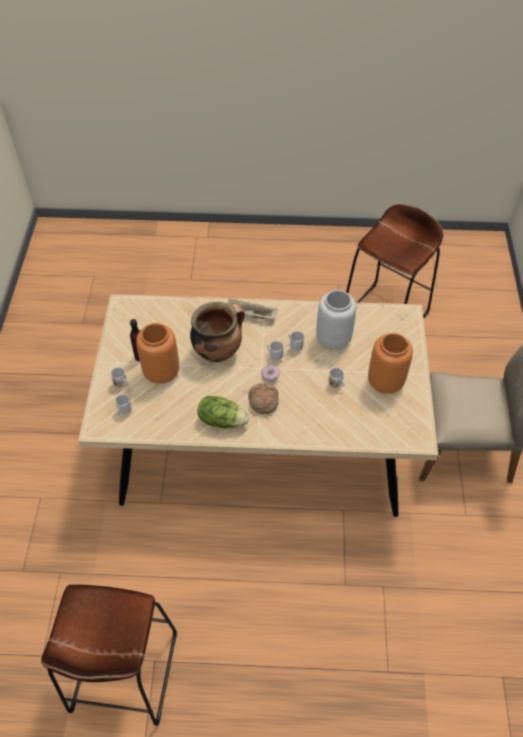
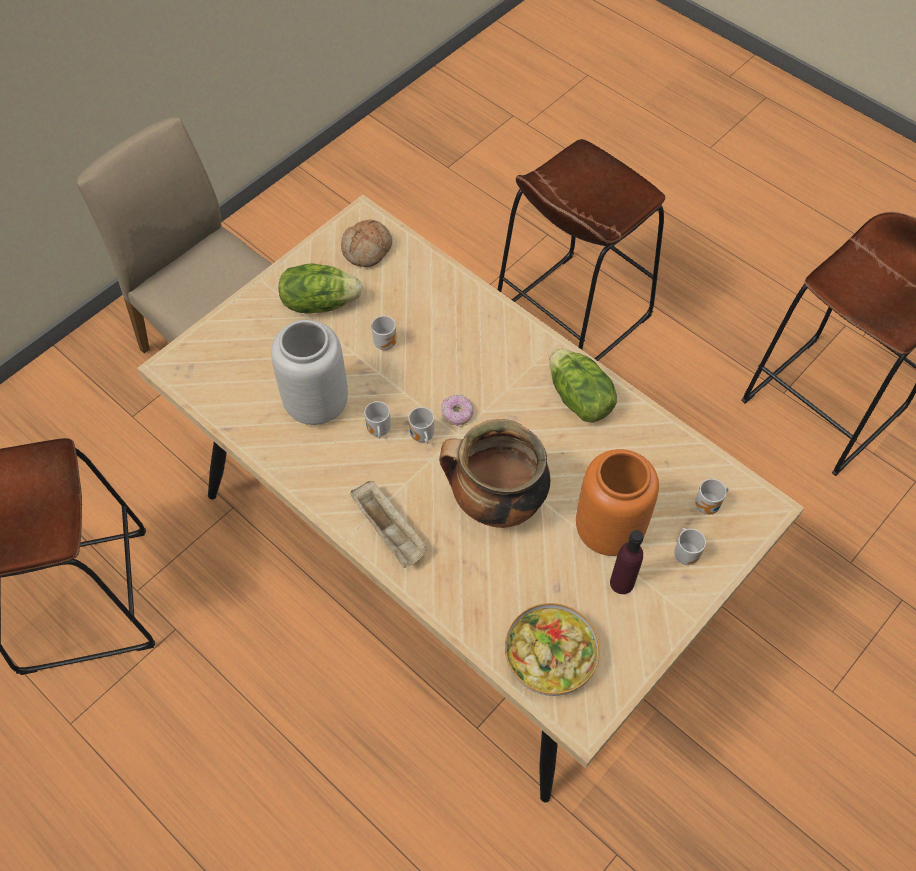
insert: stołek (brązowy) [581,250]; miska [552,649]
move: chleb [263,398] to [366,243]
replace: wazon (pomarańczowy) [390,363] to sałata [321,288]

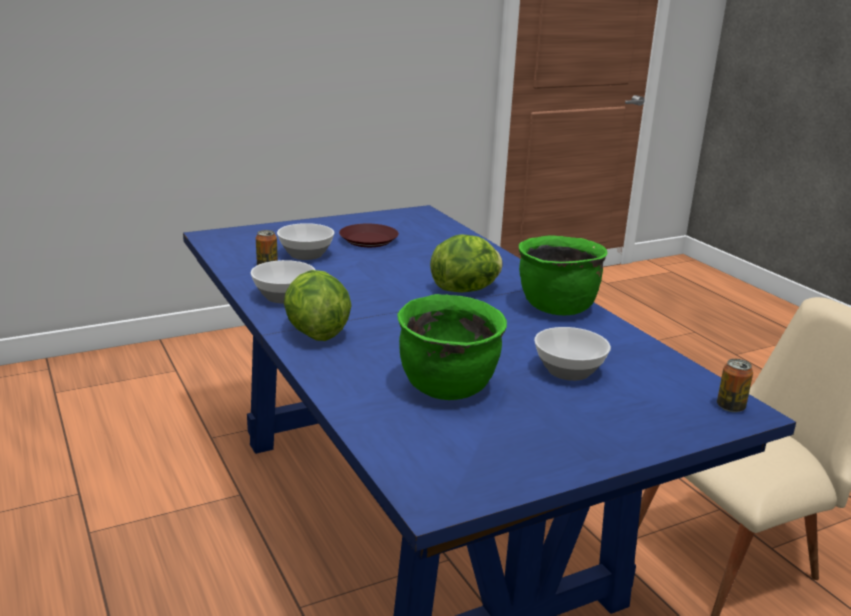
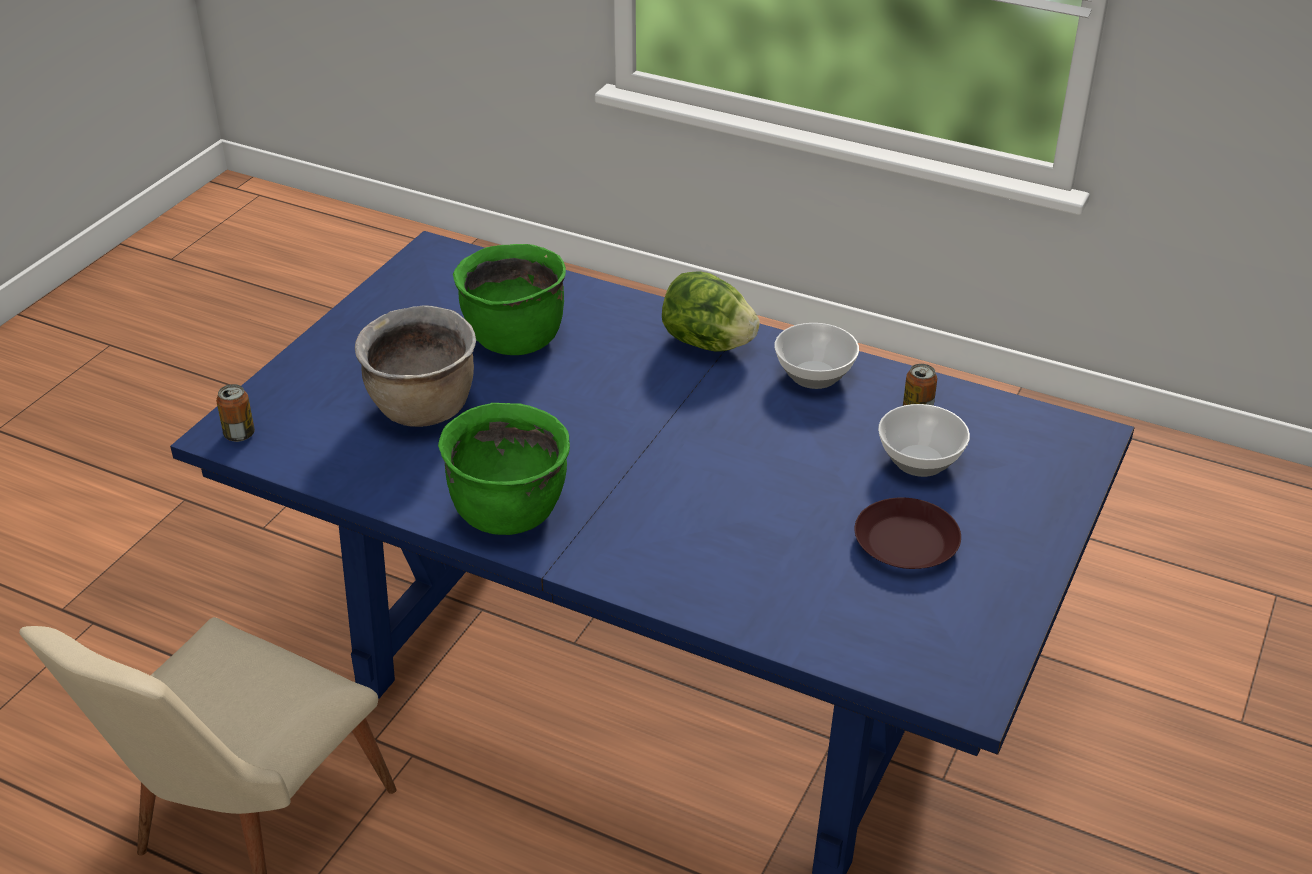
delete: sałata [466,263]
replace: miska [572,354] to garnek (brązowy) [415,366]

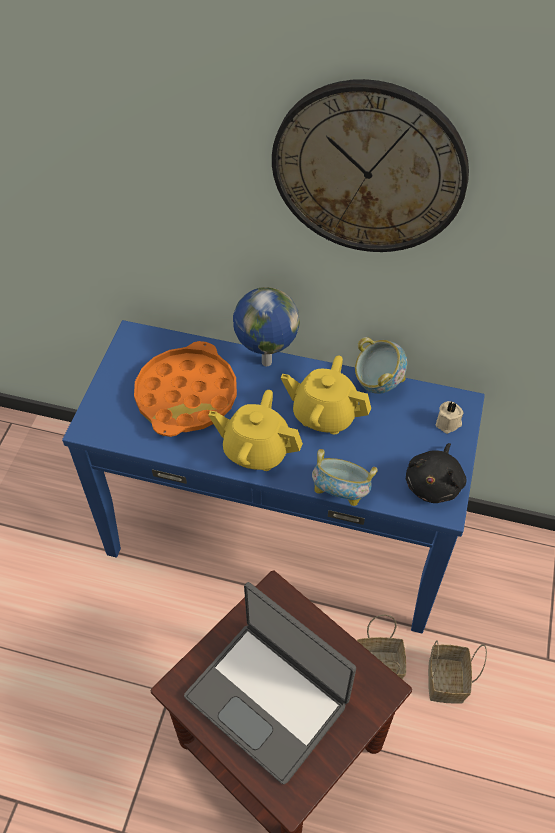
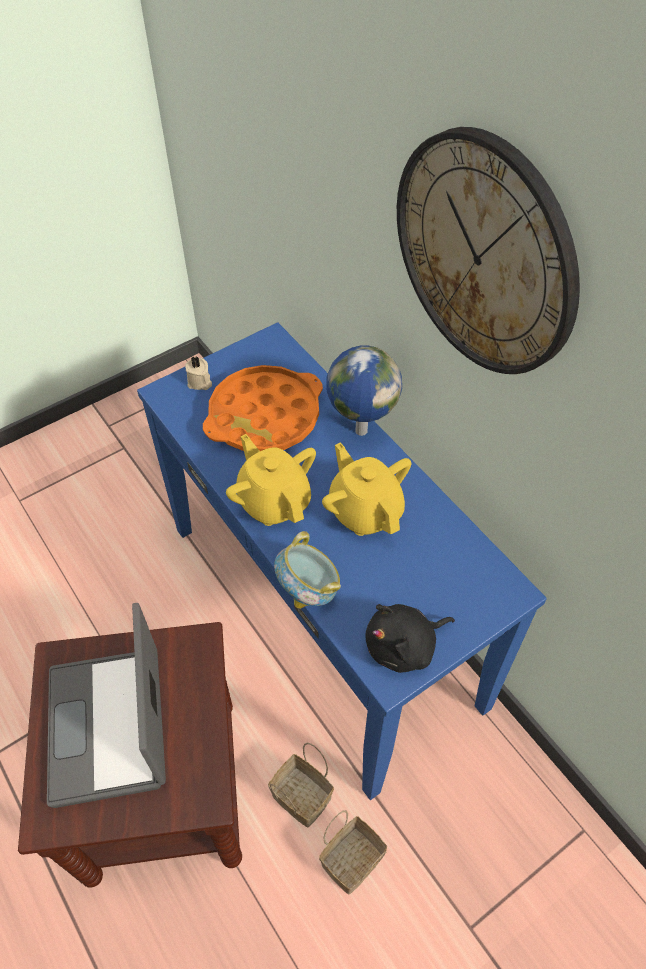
delete: miska [381,365]
move: świeca (beżowy) [449,417] to [198,373]

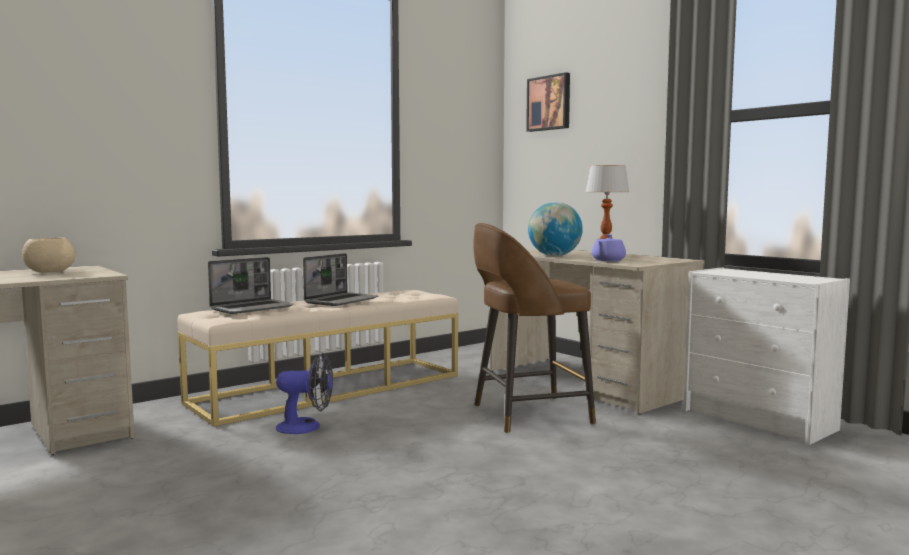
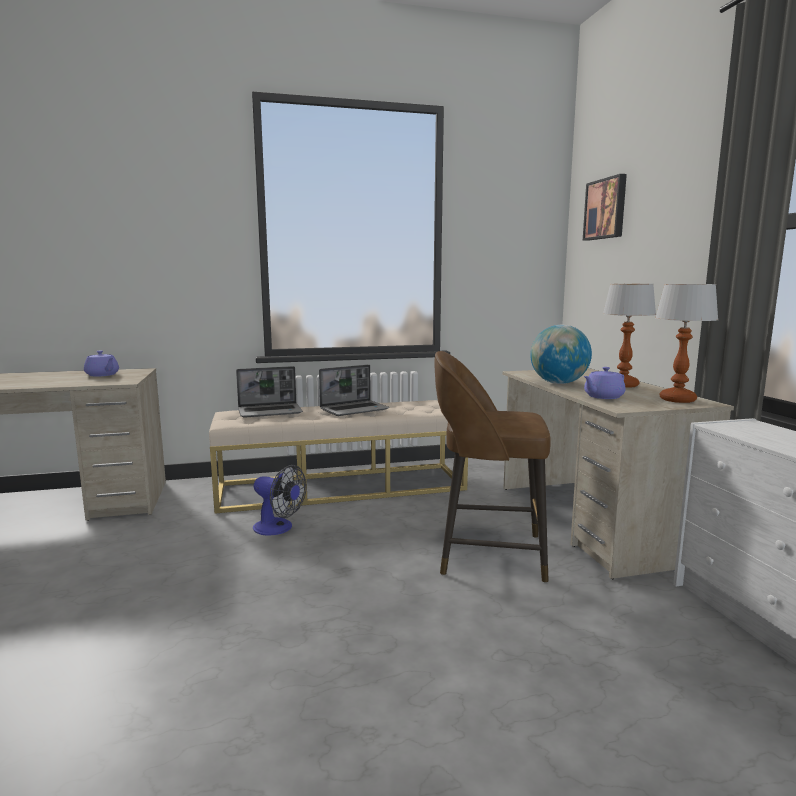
insert: lampa stołowa [687,343]
replace: miska (beżowy) [48,255] to imbryk (fioletowy) [101,364]

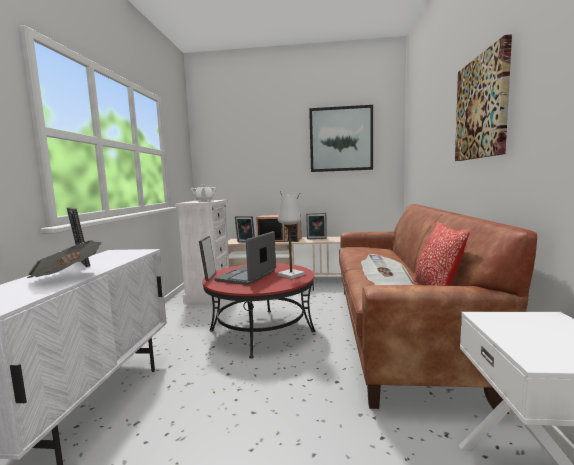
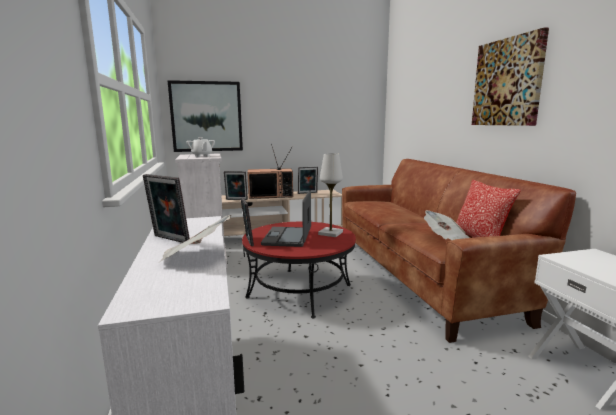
move: obraz [341,138] to [205,116]

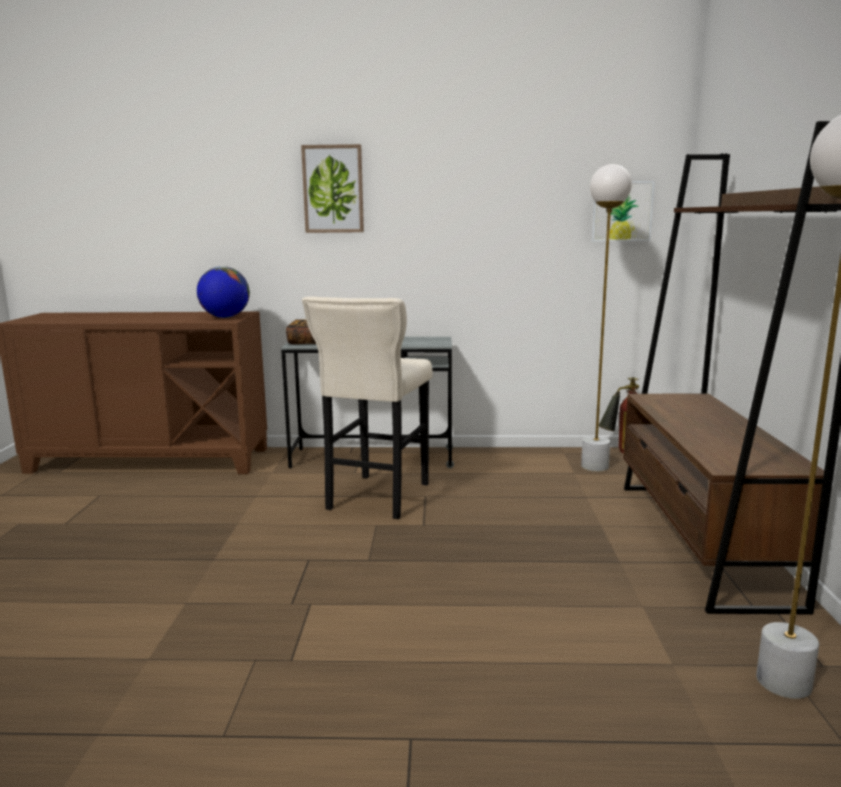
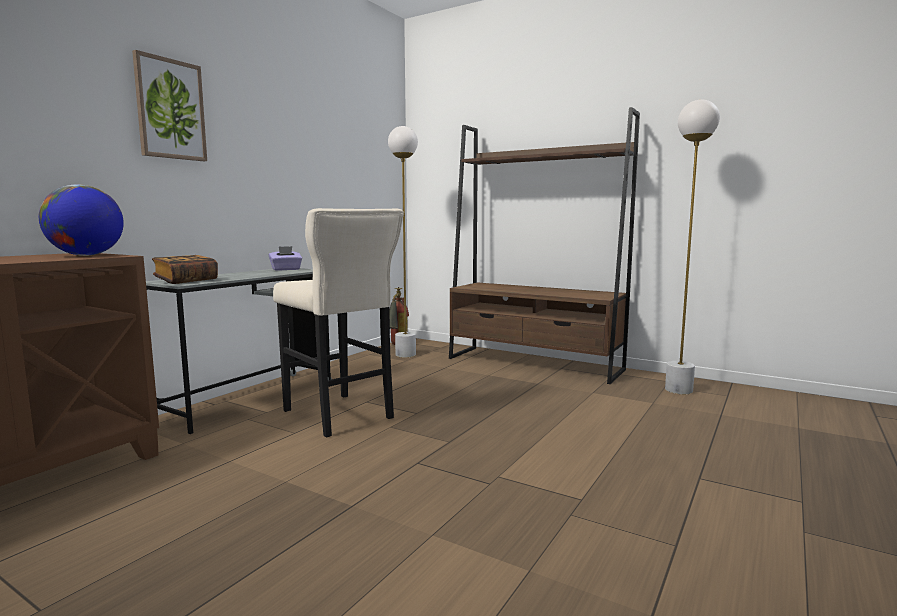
delete: obraz [623,211]
insert: pudełko chusteczek (fioletowy) [285,258]

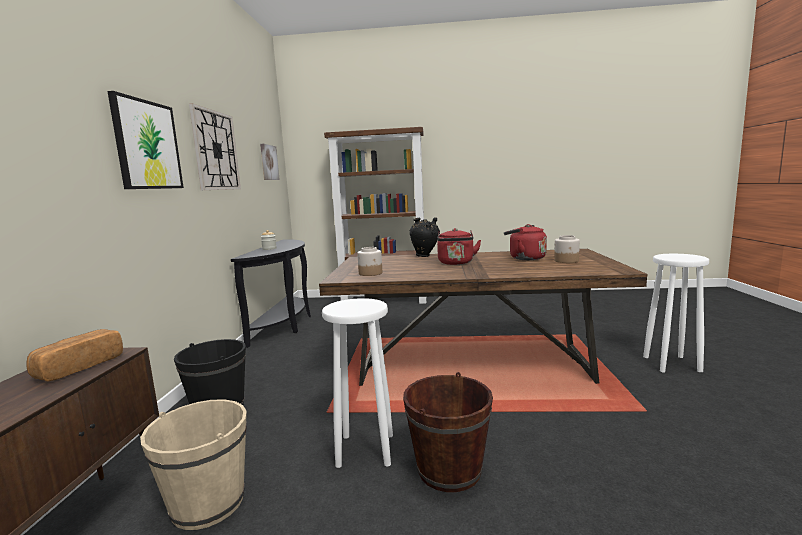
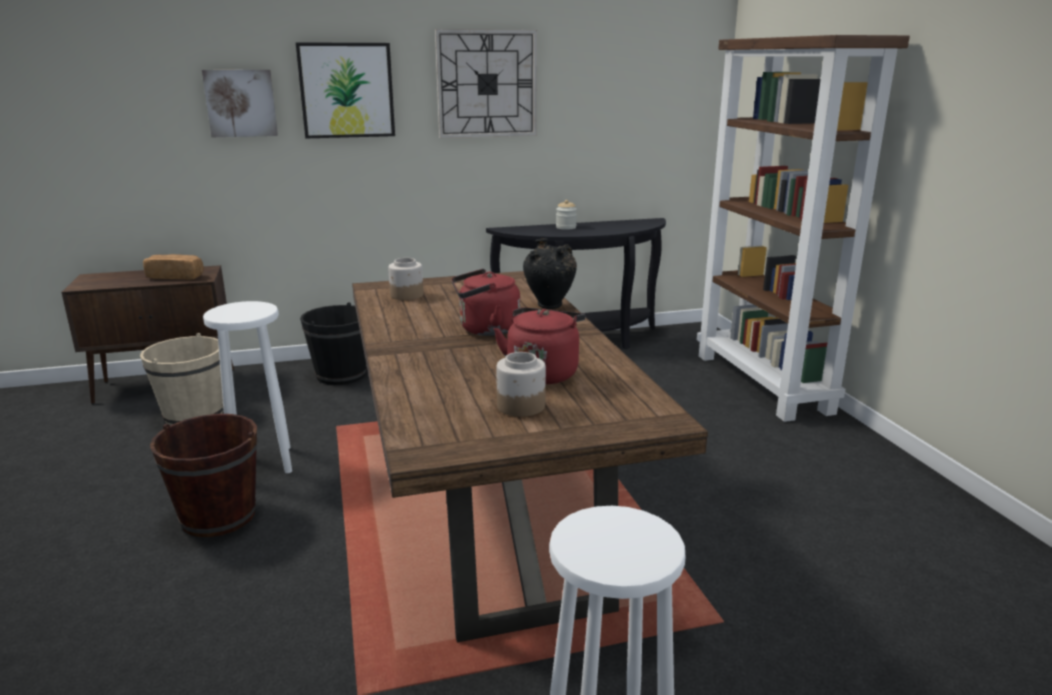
move: obraz [270,162] to [240,103]

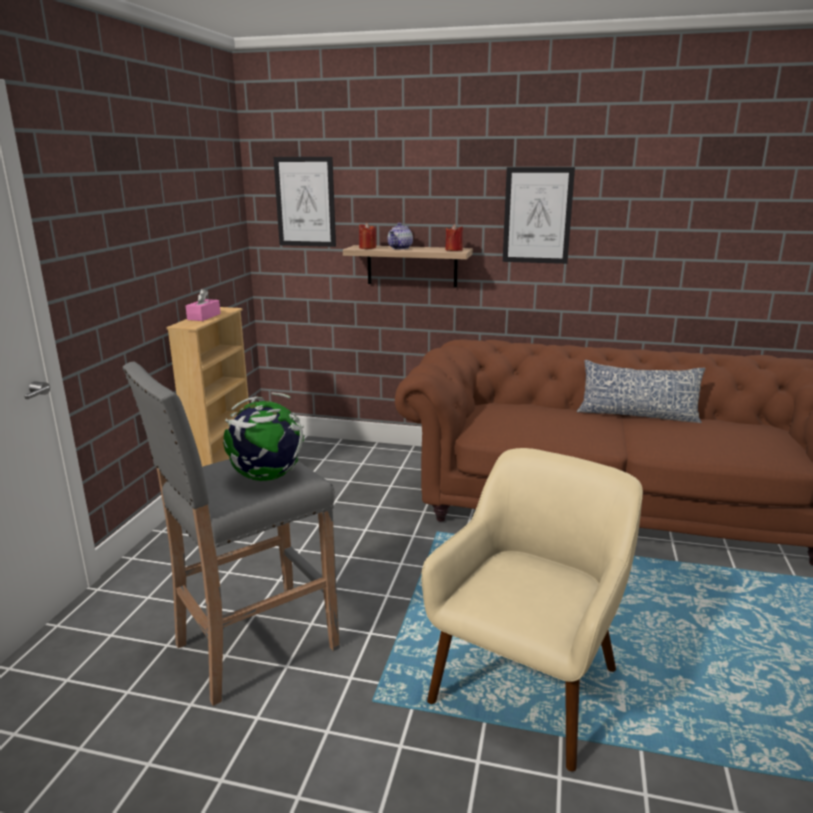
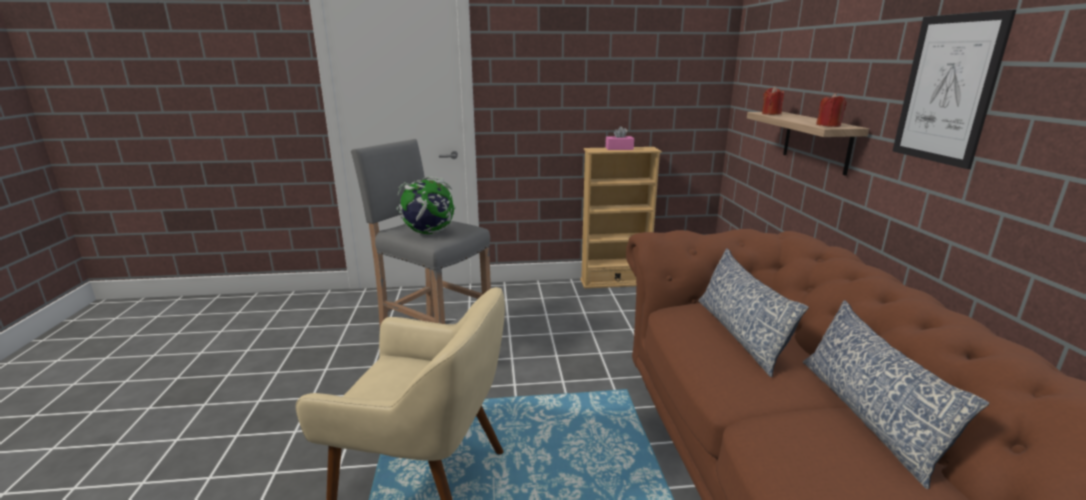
delete: obraz [304,202]; imbryk [400,236]
insert: poduszka [753,312]

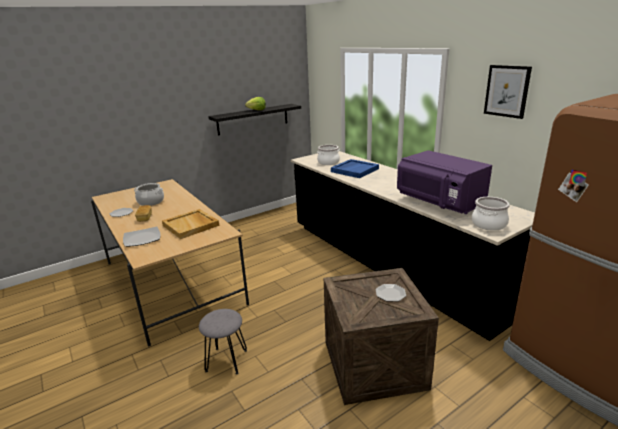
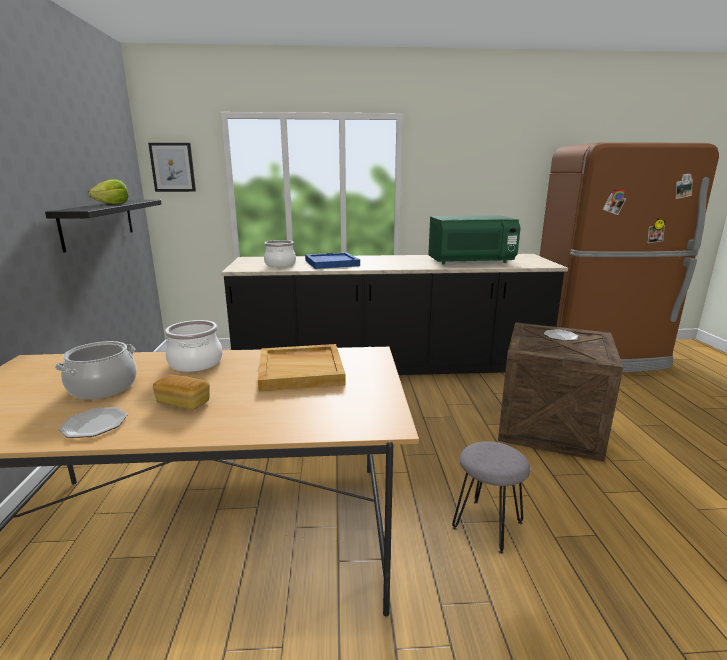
delete: talerz [142,237]
move: obraz [508,92] to [172,167]; garnek [491,214] to [194,346]
recolor: mikrofalówka (fioletowy) [444,182] to mikrofalówka (zielony) [474,239]

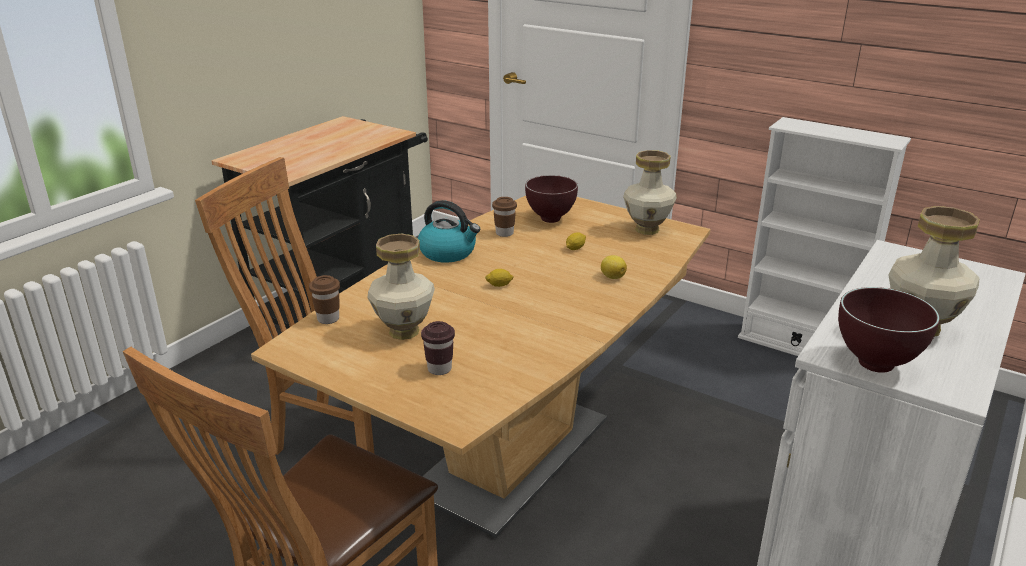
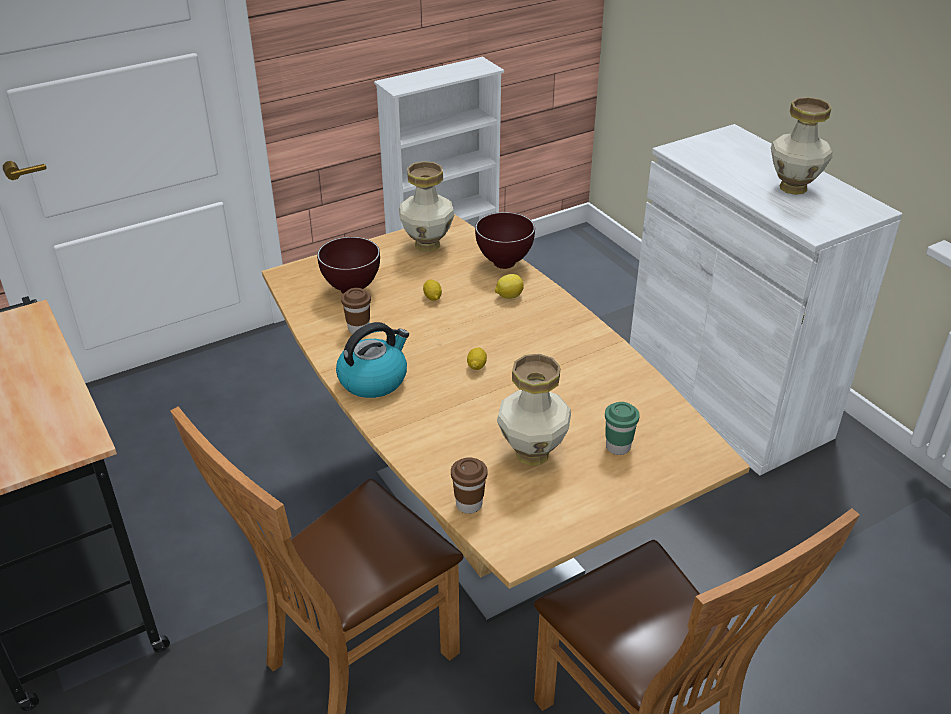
move: miska (brązowy) [889,330] to [505,240]
recolor: filiżanka (brązowy) [438,348] to filiżanka (zielony) [622,428]

